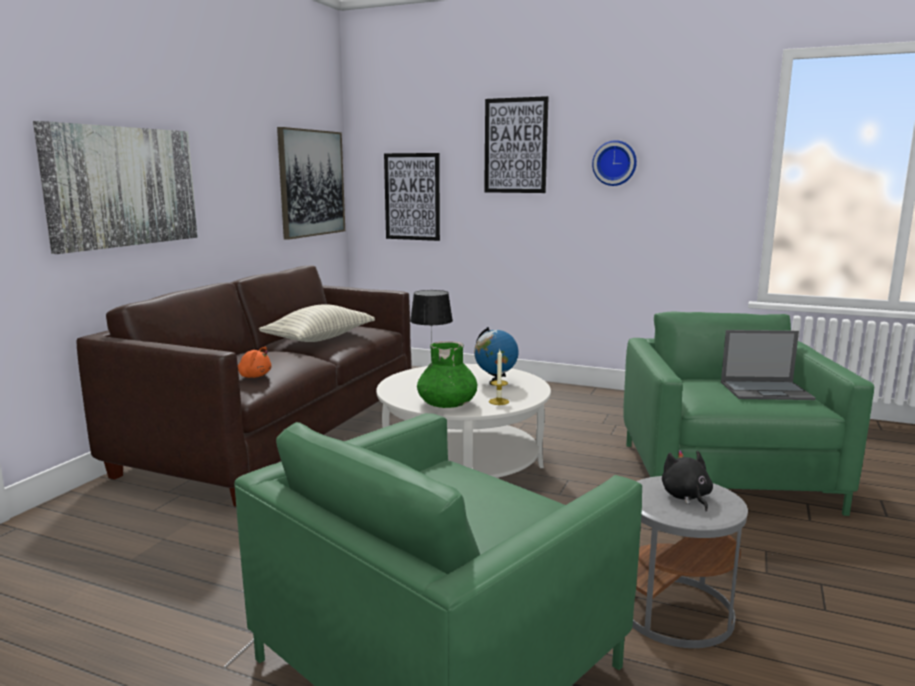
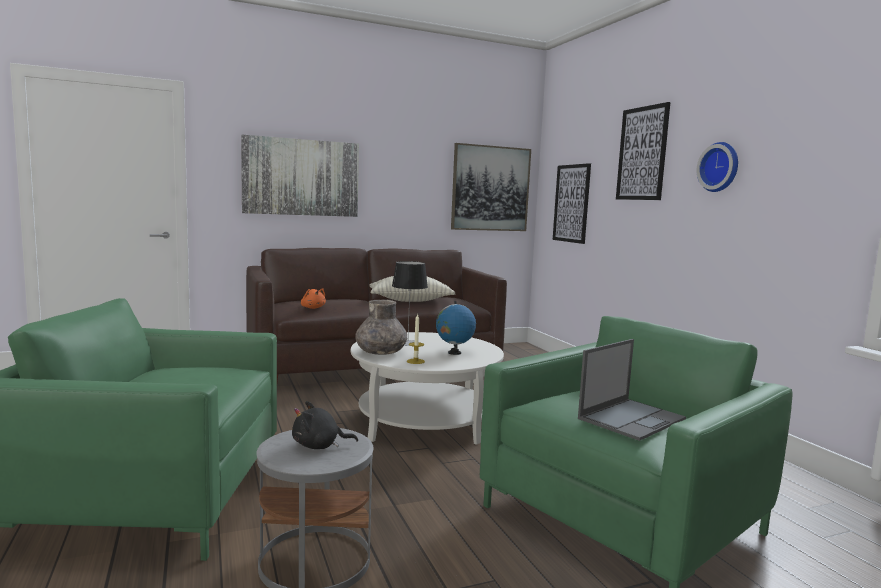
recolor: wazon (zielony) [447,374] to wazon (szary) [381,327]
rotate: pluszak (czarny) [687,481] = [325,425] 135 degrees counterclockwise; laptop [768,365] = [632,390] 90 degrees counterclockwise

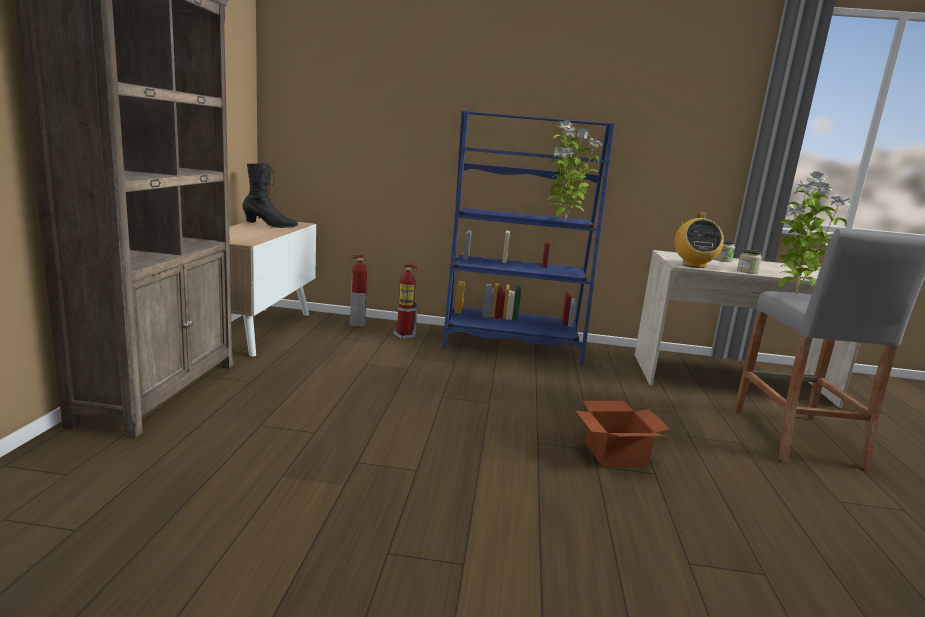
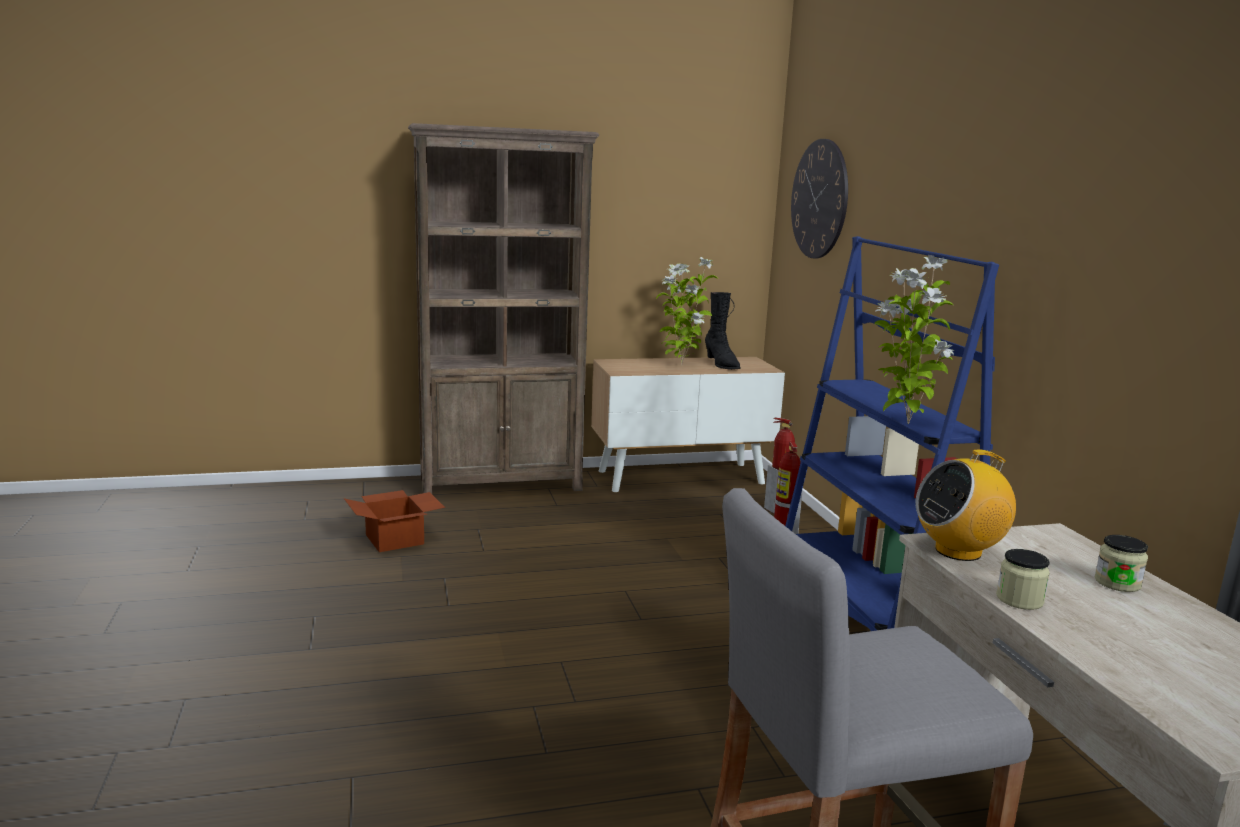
insert: zegar ścienny [819,198]
move: karton [622,434] to [394,521]; roślina doniczkowa [815,233] to [687,311]

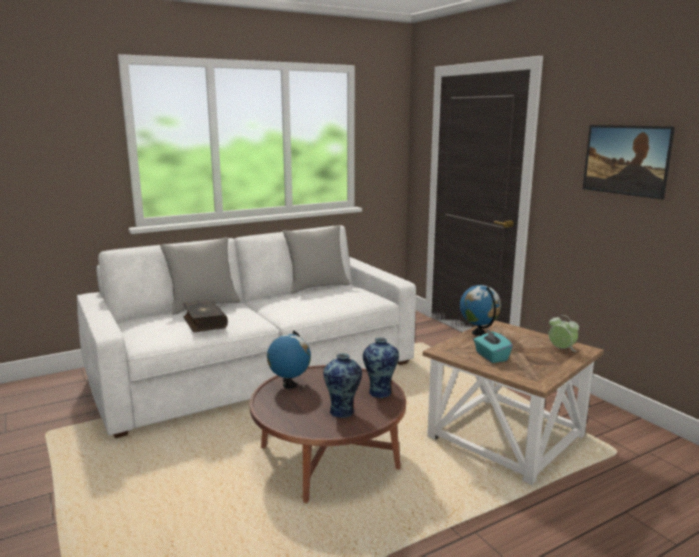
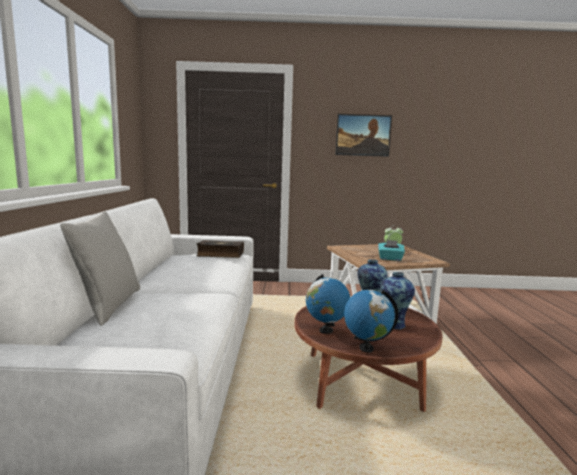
delete: poduszka (szary) [316,260]
move: książka [205,316] to [220,249]; globus [480,310] to [371,321]

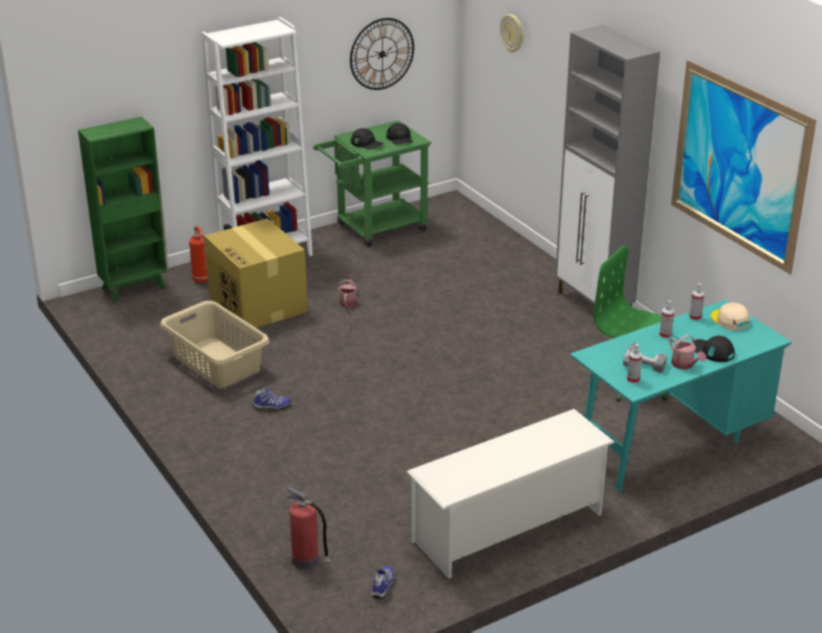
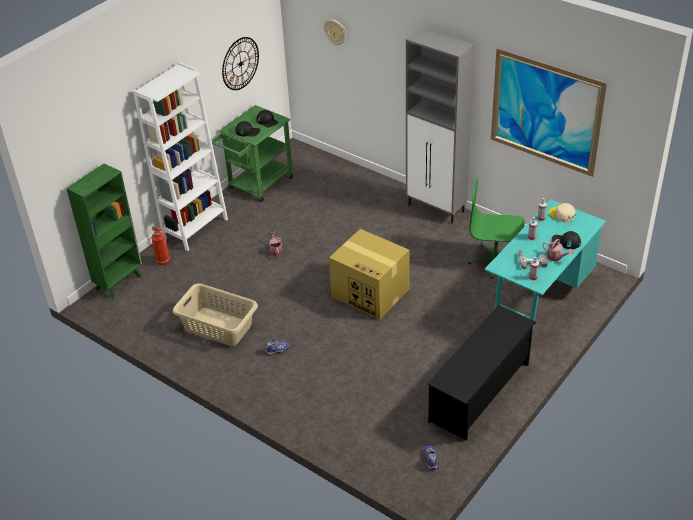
delete: gaśnica [308,527]
move: karton [256,273] to [369,274]
recolor: regał na buty (biały) [510,494] to regał na buty (czarny) [481,372]

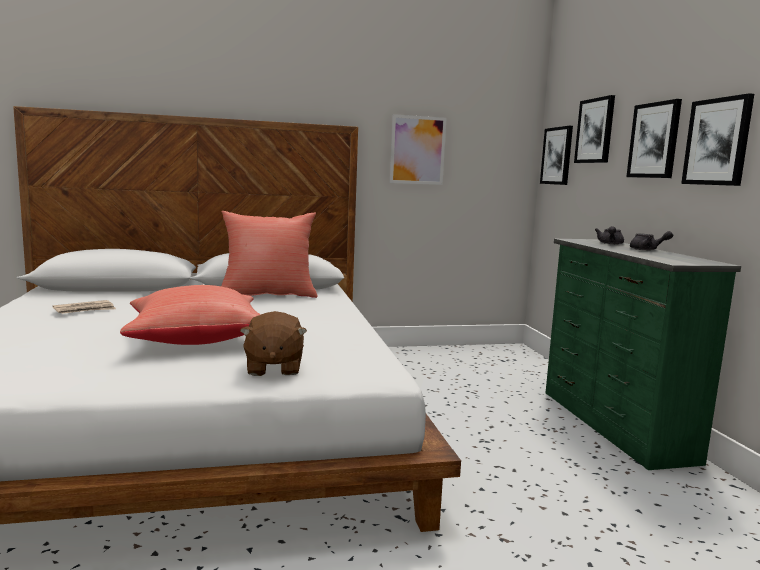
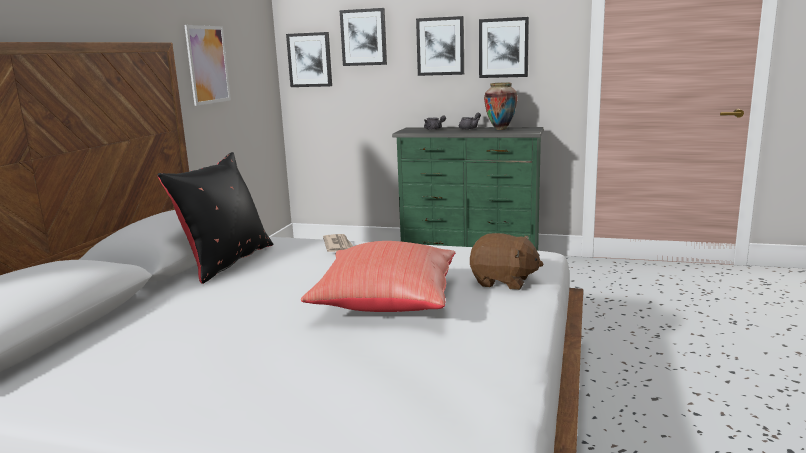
insert: wazon [501,106]
move: gazeta [84,307] to [338,243]
recolor: poduszka (czerwony) [269,254] to poduszka (czarny) [215,218]

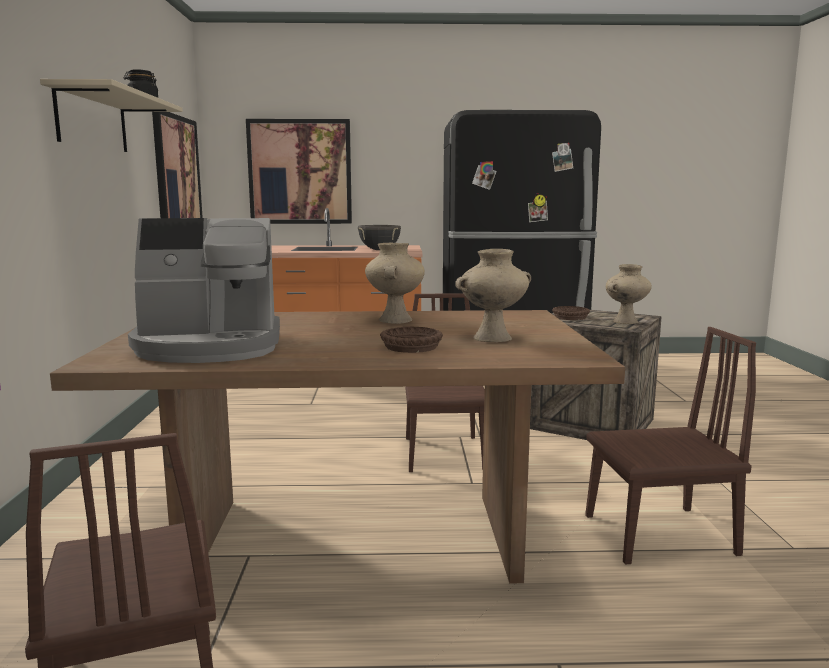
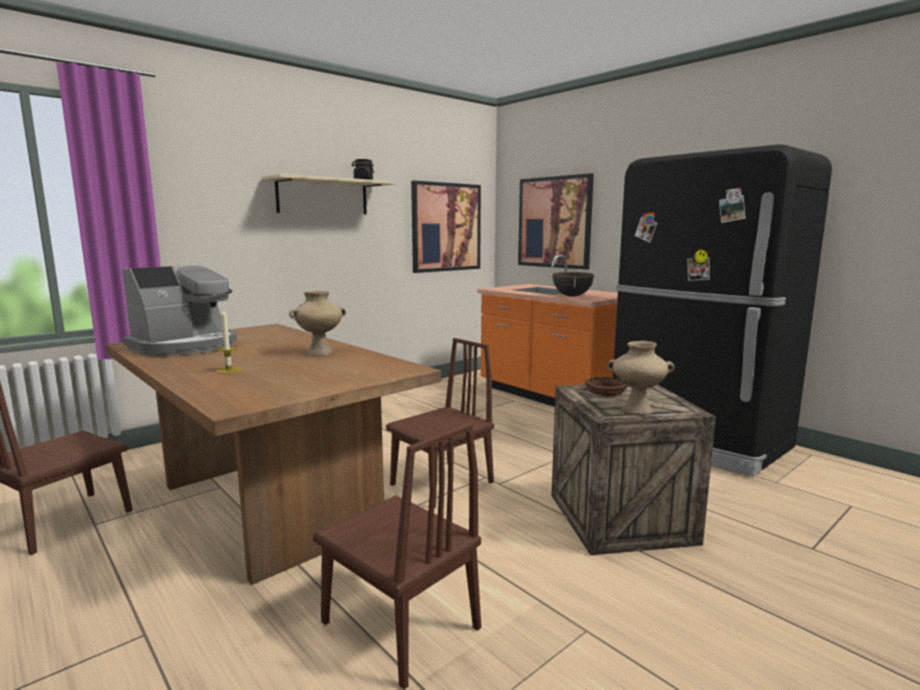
delete: wazon (beżowy) [493,295]
replace: miska (brązowy) [411,340] to świeca [228,341]
rotate: ekspres do kawy [204,290] = [179,310] 90 degrees counterclockwise

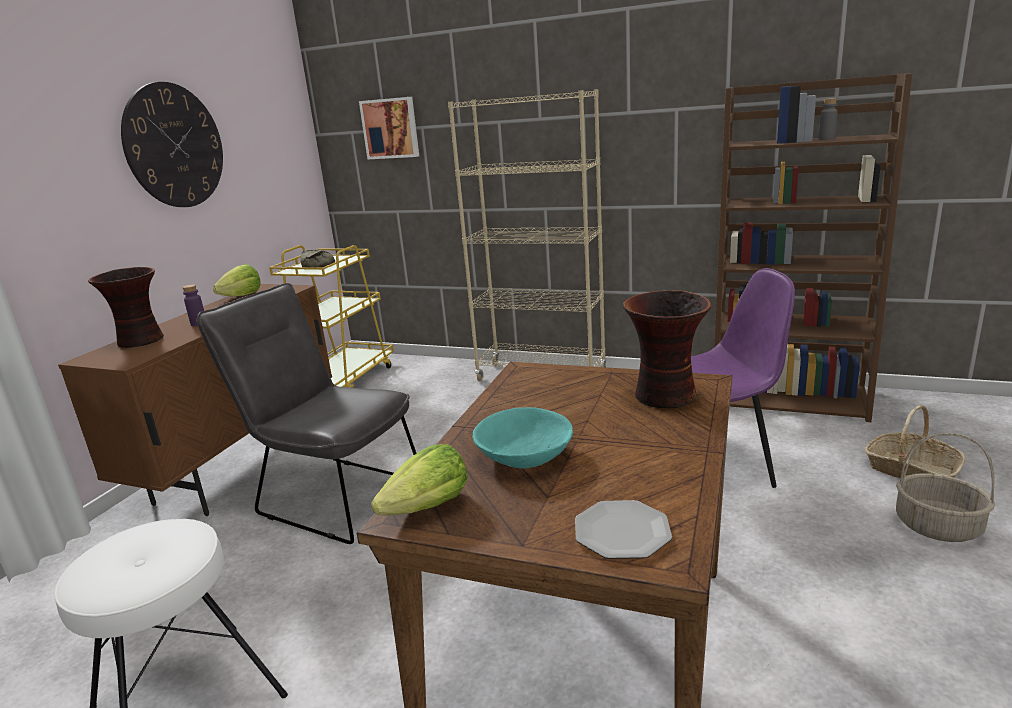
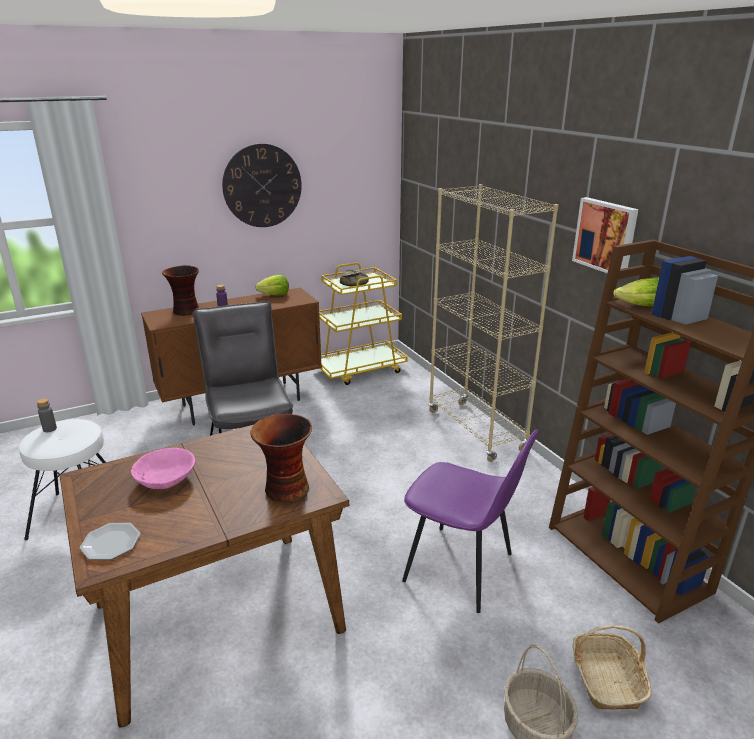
move: butelka (szary) [828,119] to [47,415]; obraz [389,128] to [605,235]; sałata [419,479] to [636,292]
recolor: miska (turkusowy) [522,438] to miska (różowy) [163,468]

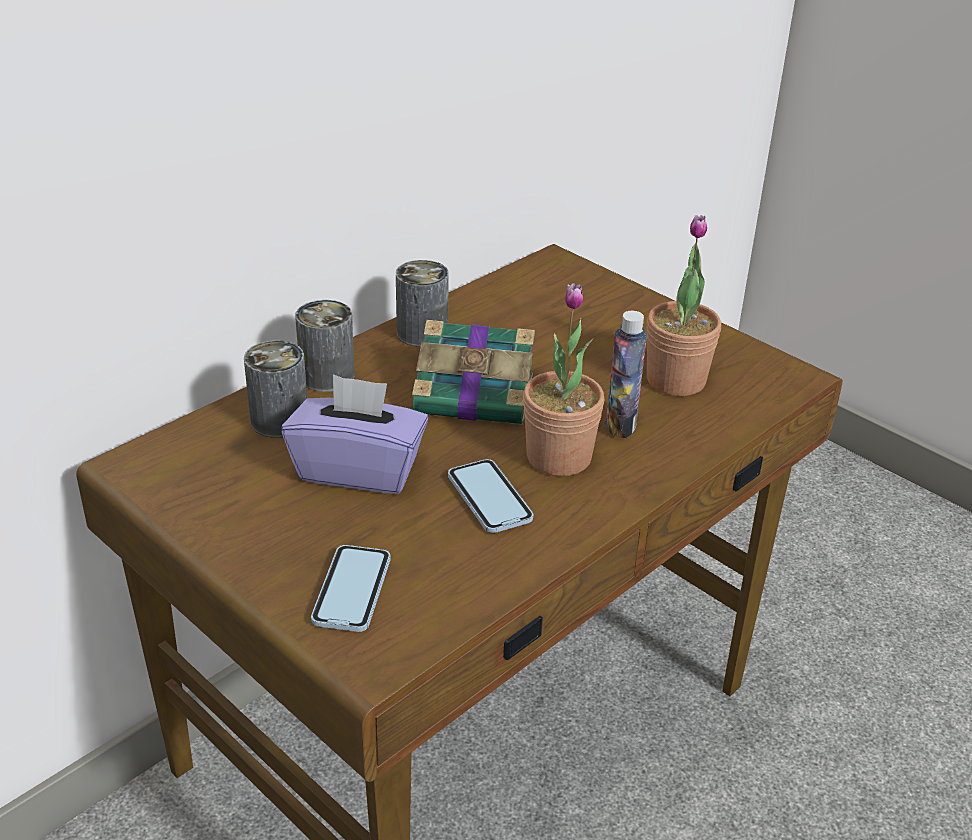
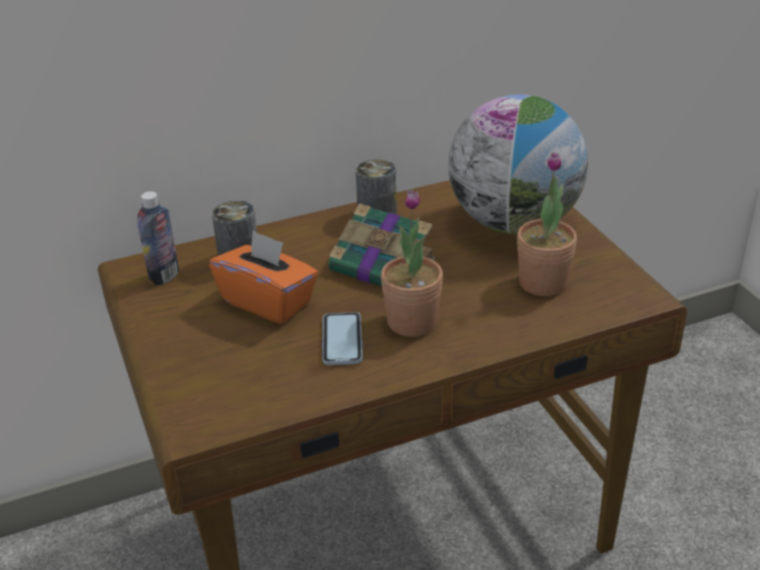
delete: puszka [325,346]; telefon [351,588]
insert: globus [518,164]
move: butelka [626,374] to [158,238]
recolor: pudełko chusteczek (fioletowy) [354,434] to pudełko chusteczek (pomarańczowy) [263,277]

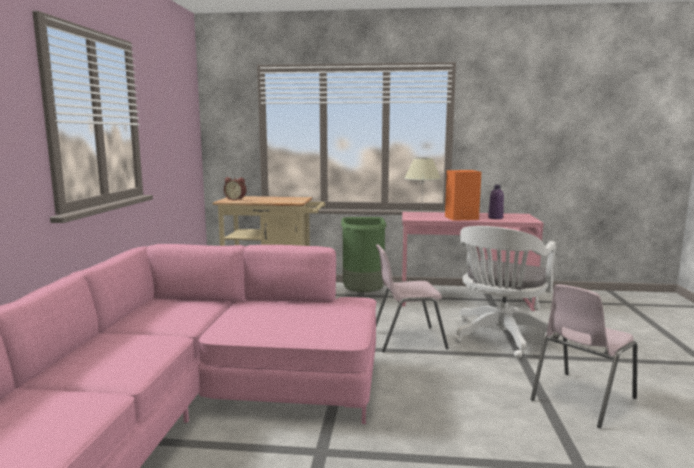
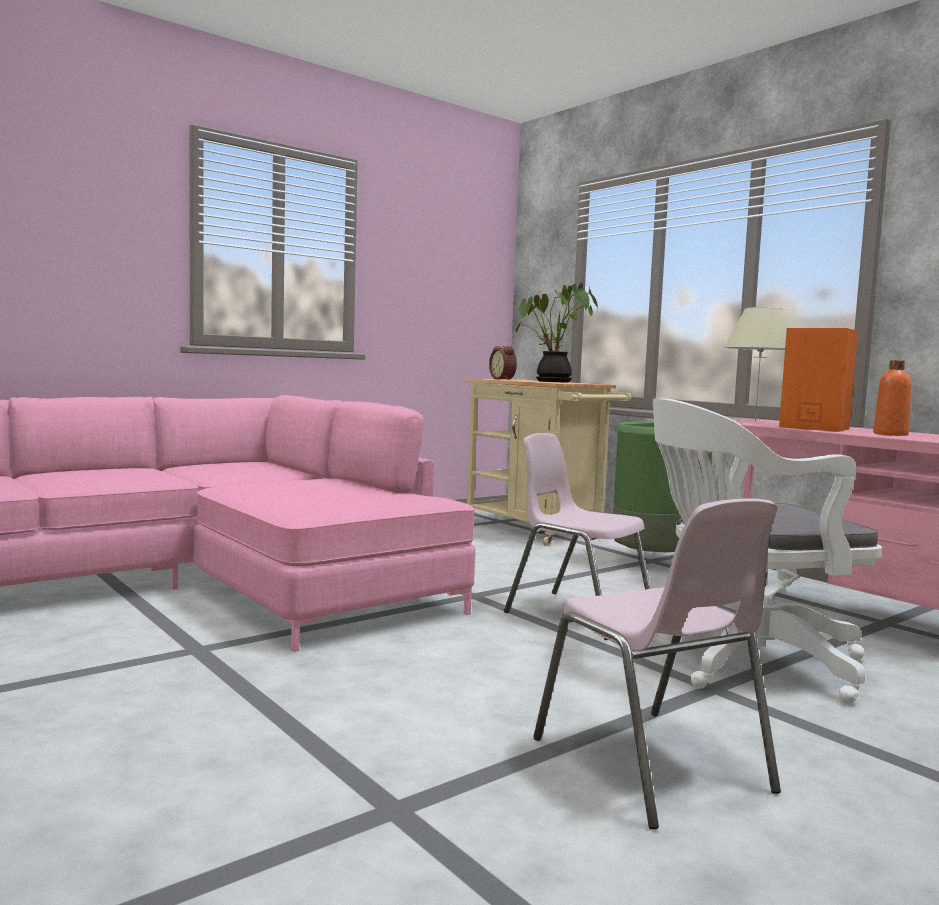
insert: roślina doniczkowa [557,332]
recolor: butelka (fioletowy) [496,202] to butelka (pomarańczowy) [892,398]
rotate: krzesło (różowy) [584,356] = [657,663] 120 degrees counterclockwise

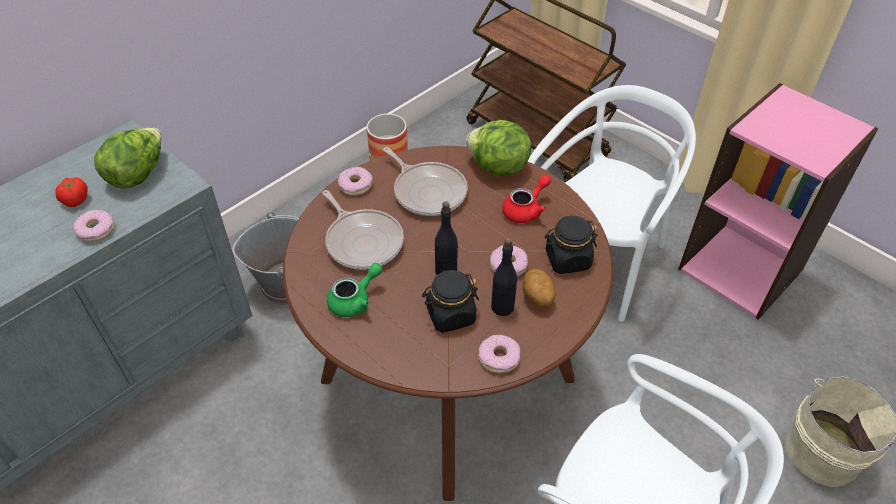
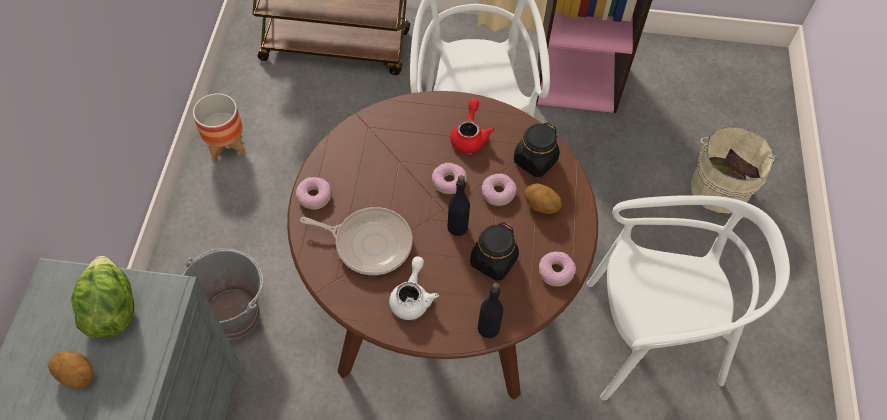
delete: patelnia [425,181]; sałata [498,148]
move: donut [94,226] to [449,178]; butelka (czarny) [504,277] to [490,310]
replace: pomidor [71,192] to ziemniak [70,369]
recolor: imbryk (zielony) [354,290] to imbryk (biały) [414,288]

